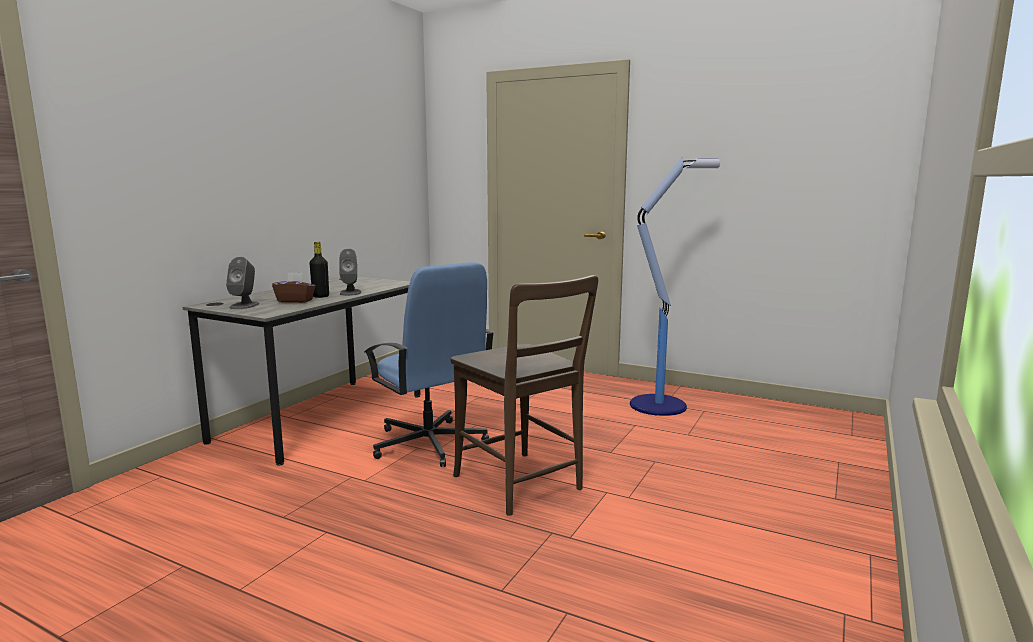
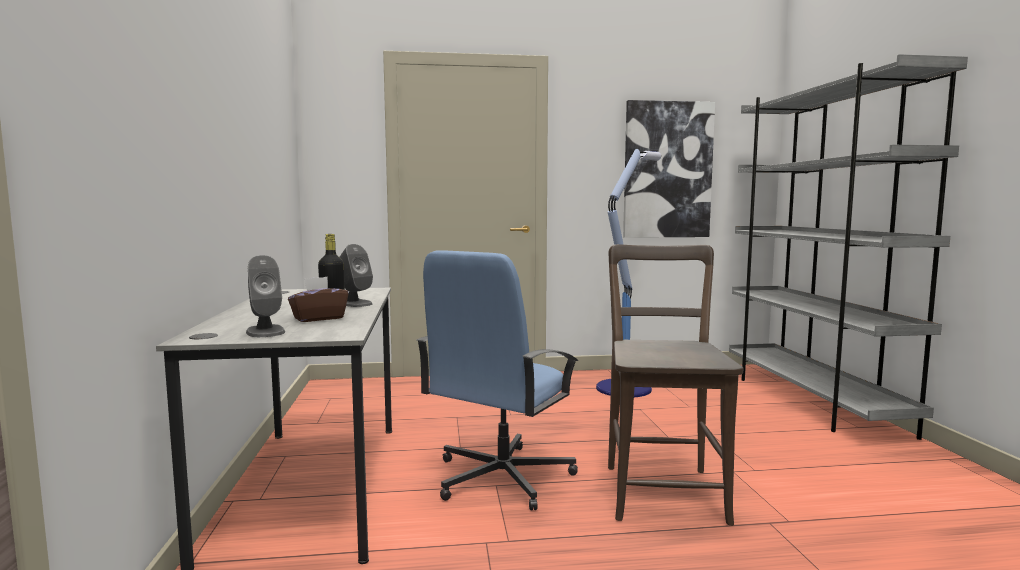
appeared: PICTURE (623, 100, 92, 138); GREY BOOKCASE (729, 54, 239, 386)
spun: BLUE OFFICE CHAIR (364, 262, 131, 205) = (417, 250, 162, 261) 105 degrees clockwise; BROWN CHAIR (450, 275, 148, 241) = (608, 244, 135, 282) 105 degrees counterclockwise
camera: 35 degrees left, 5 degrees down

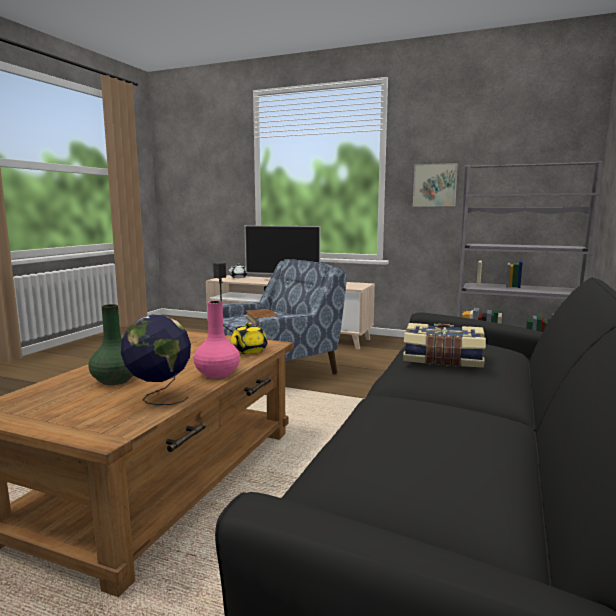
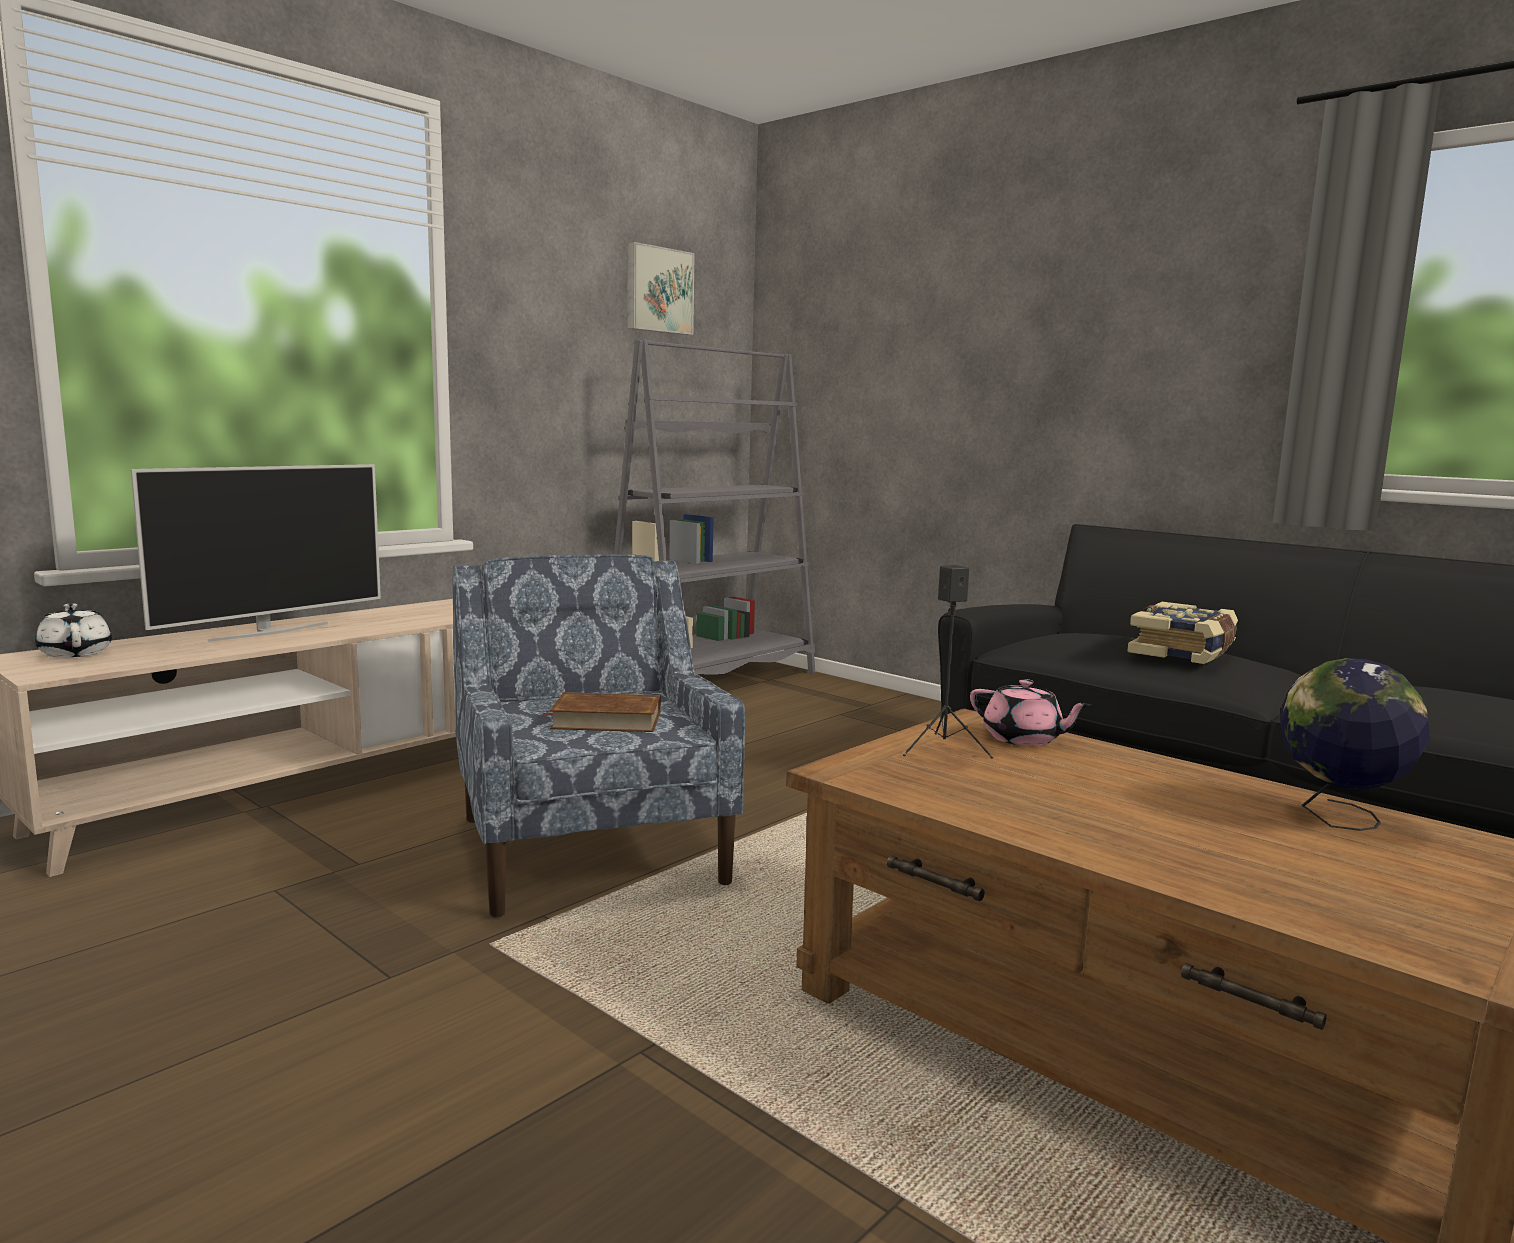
missing: GREEN VASE (88, 304, 46, 81); PINK VASE (194, 301, 46, 78)
relocated: PICTURE (413, 163, 45, 43) to (627, 242, 68, 93)
colour: YELLOW TEAPOT (230, 322, 37, 32) to PINK TEAPOT (970, 679, 121, 67)
camera: 70 degrees left, 0 degrees up

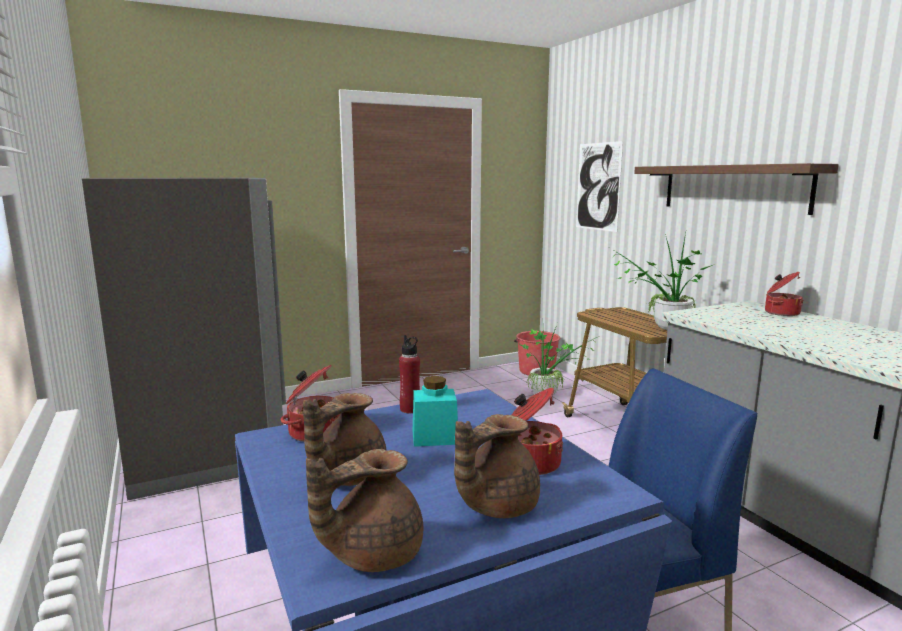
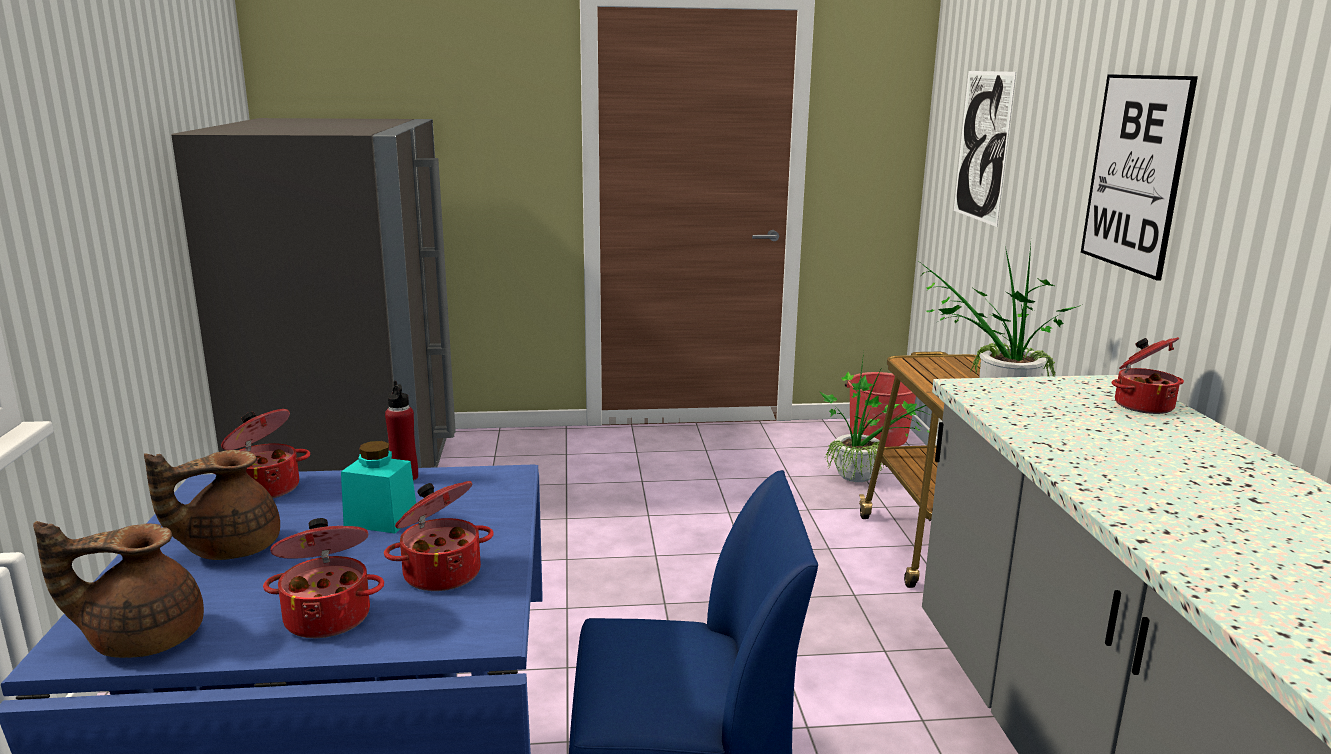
exchanged: BROWN TEAPOT (454, 414, 86, 104) to COOKING POT (263, 518, 121, 120); SHELF (634, 163, 205, 52) to PICTURE (1081, 74, 117, 207)
camera: 20 degrees right, 5 degrees up

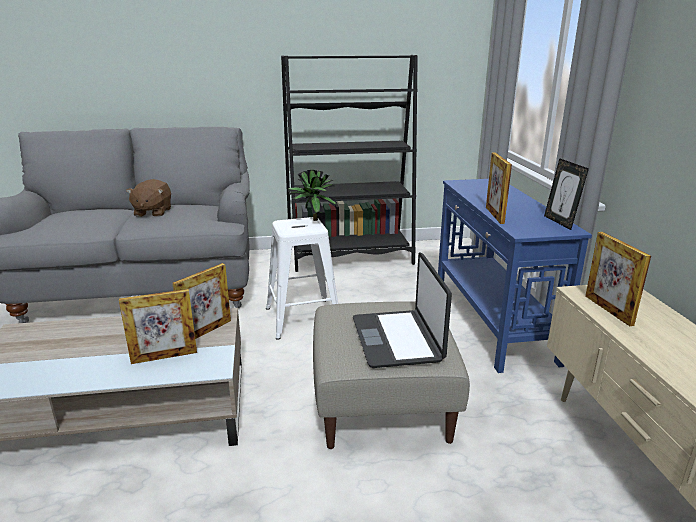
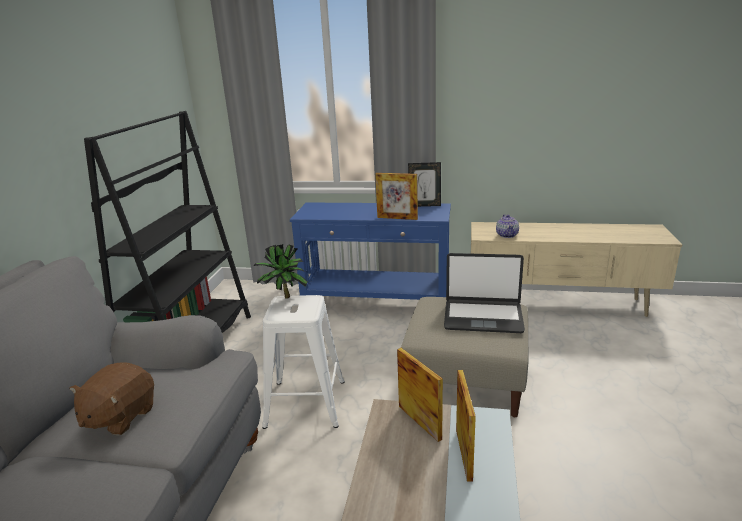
exchanged: PICTURE FRAME (585, 232, 66, 94) to TEAPOT (496, 214, 23, 24)
spun: BROWN PLUSH TOY (126, 179, 45, 38) = (69, 362, 85, 74) 90 degrees clockwise
camera: 70 degrees left, 0 degrees up

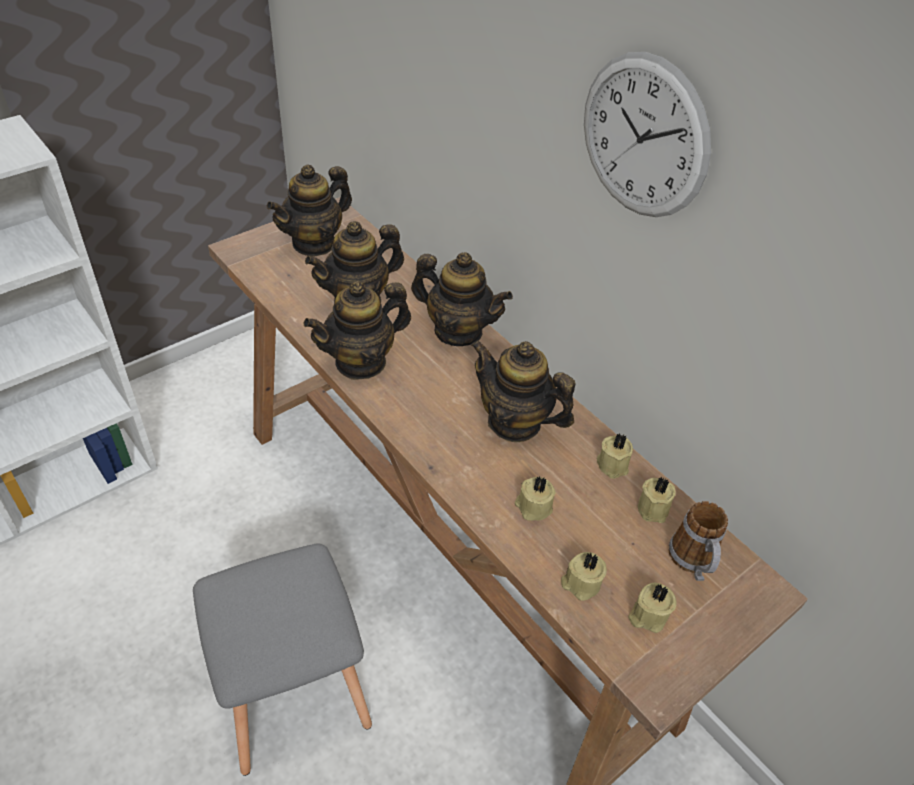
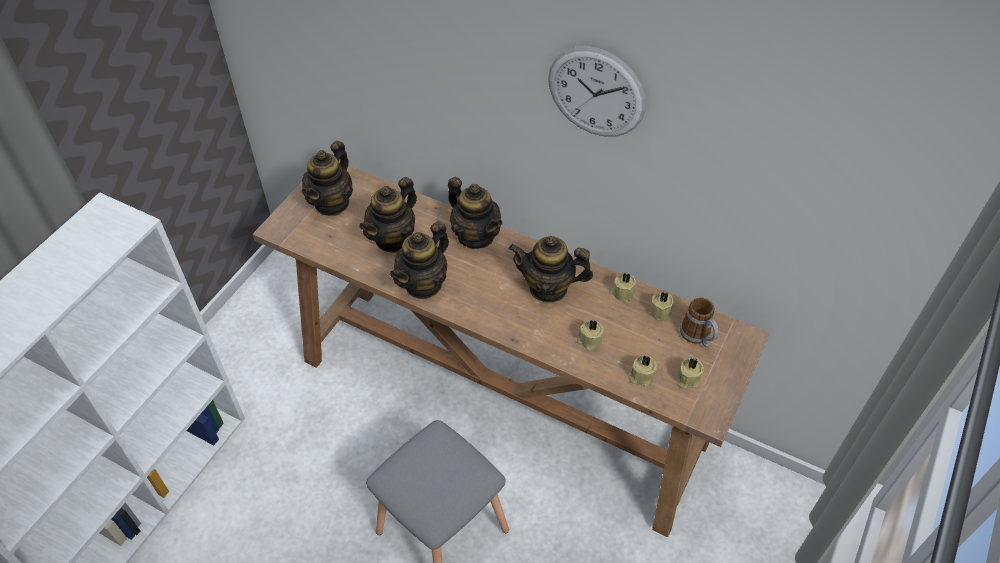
spun: TEAPOT (411, 252, 102, 94) = (448, 177, 55, 72) 45 degrees clockwise
camera: 20 degrees left, 5 degrees up

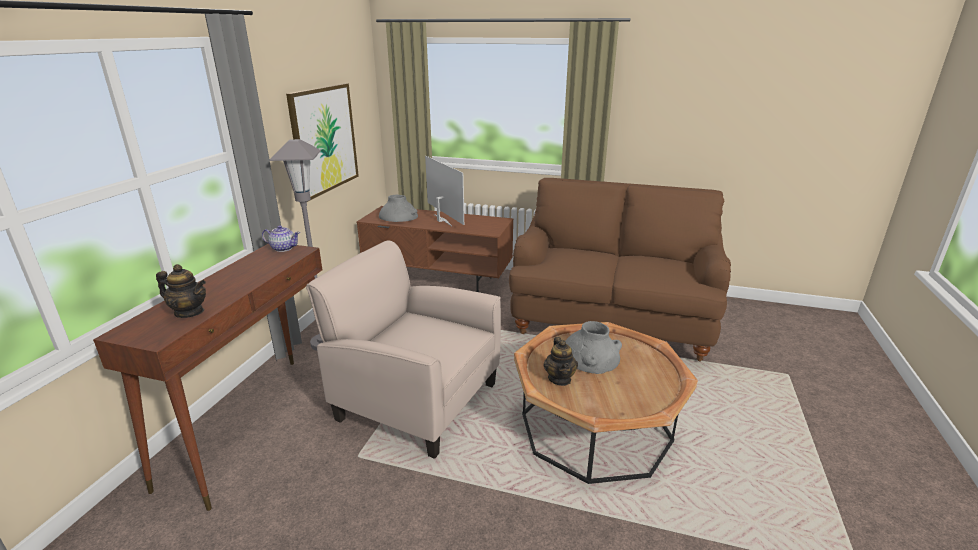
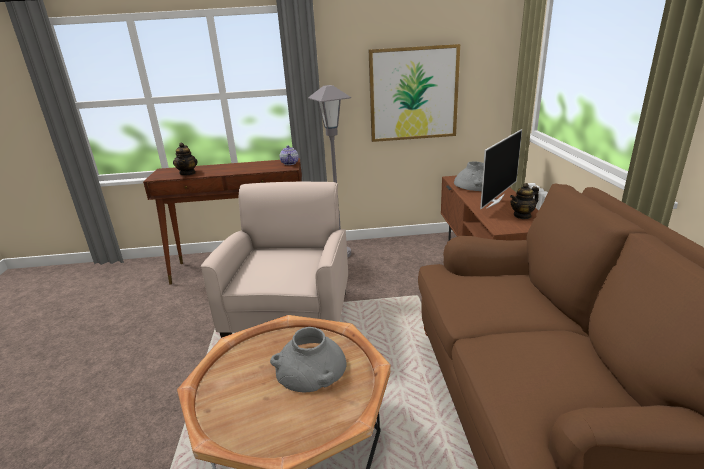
relocated: TEAPOT (543, 337, 35, 49) to (510, 183, 29, 36)
camera: 70 degrees right, 0 degrees up

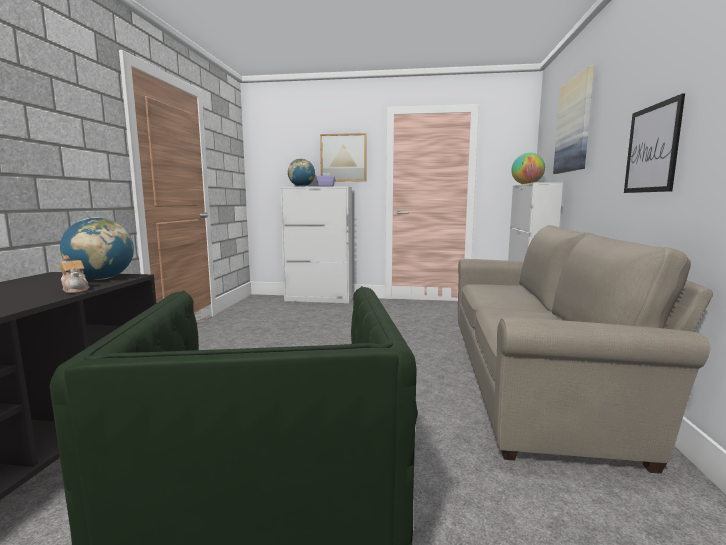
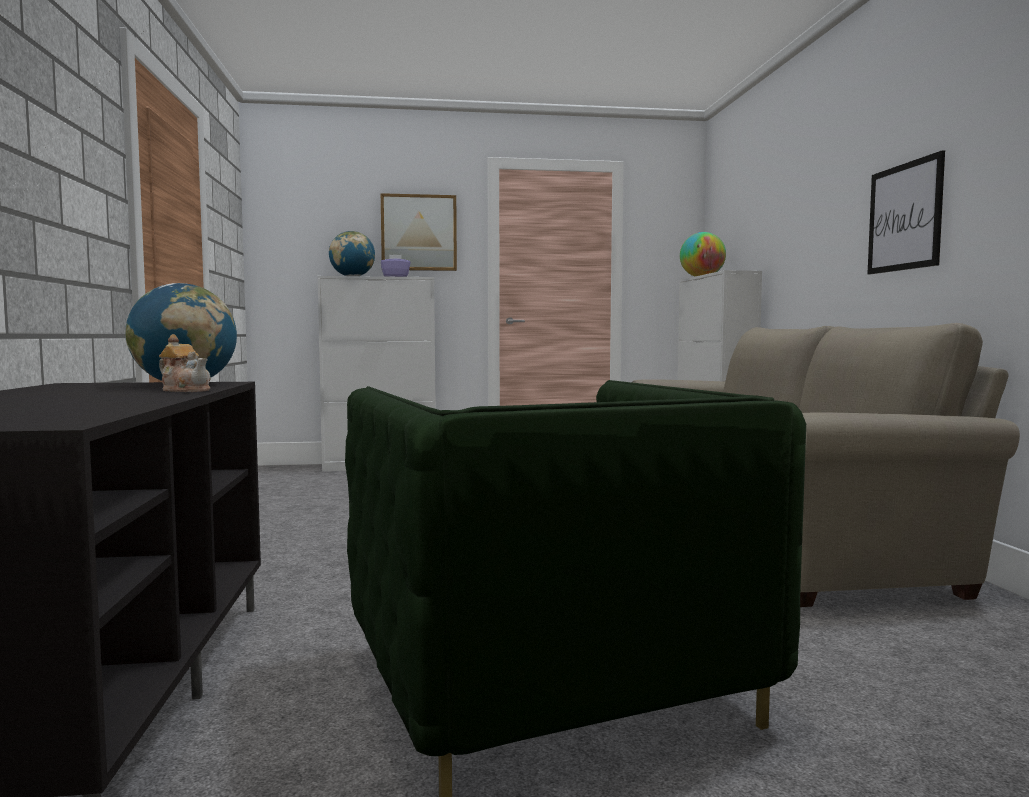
missing: PICTURE (553, 65, 41, 109)
camera: 15 degrees left, 5 degrees down

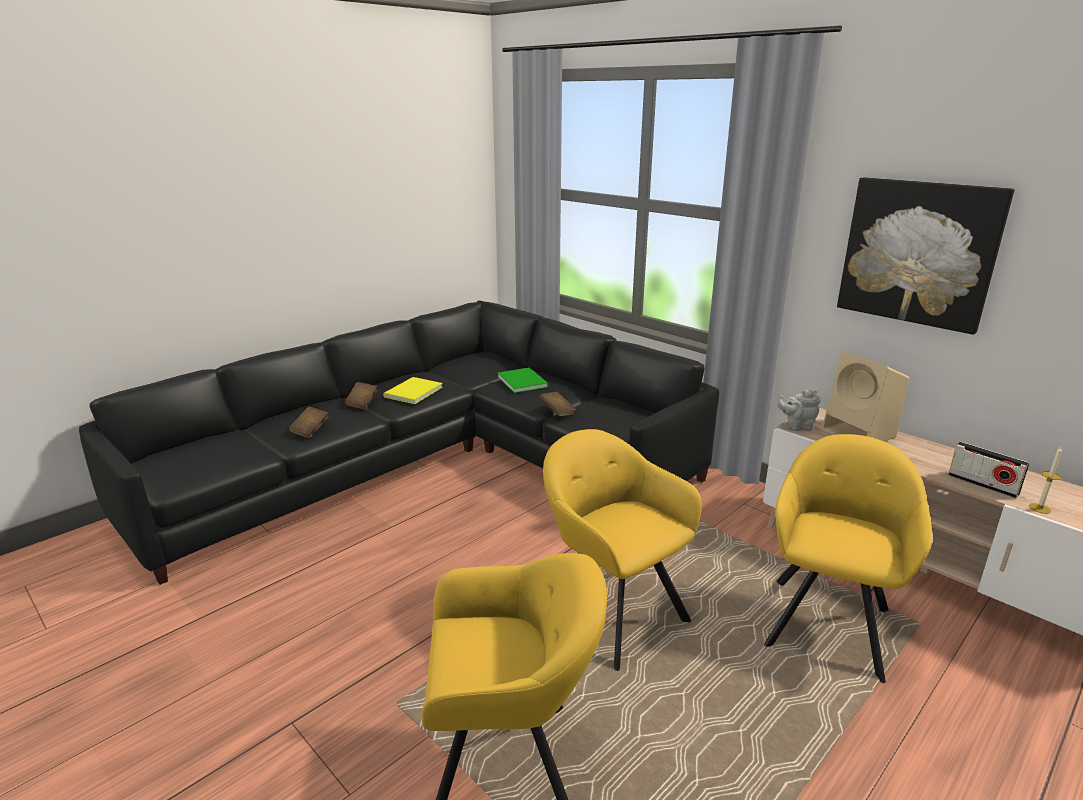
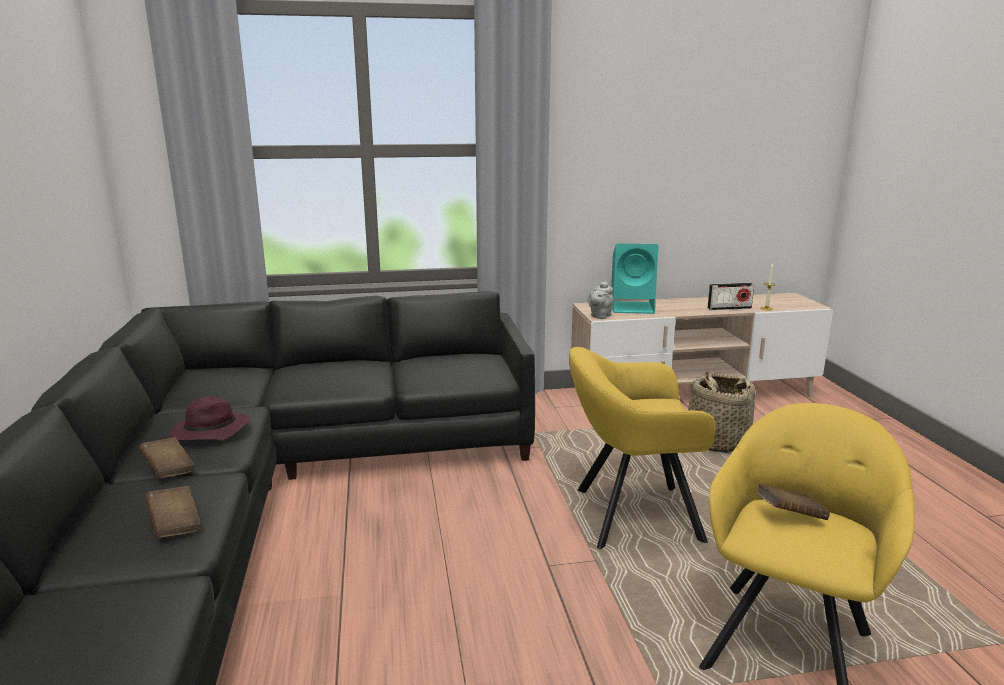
missing: GREEN BOOK (498, 368, 51, 25); PICTURE (837, 177, 177, 158)
relocated: BROWN BOOK (539, 392, 37, 24) to (756, 484, 74, 36)
exchanged: YELLOW BOOK (383, 377, 60, 27) to PURPLE HAT (170, 396, 80, 44); YELLOW ARMCHAIR (764, 434, 169, 249) to BASKET (684, 372, 72, 81)
colour: BEIGE SPEAKER (822, 352, 87, 90) to TURQUOISE SPEAKER (611, 244, 47, 70)
camera: 55 degrees left, 5 degrees down

